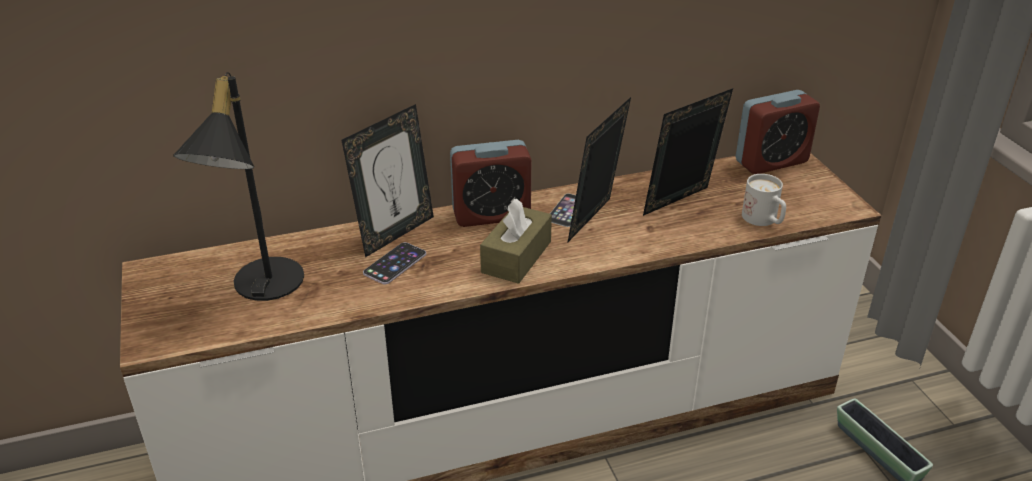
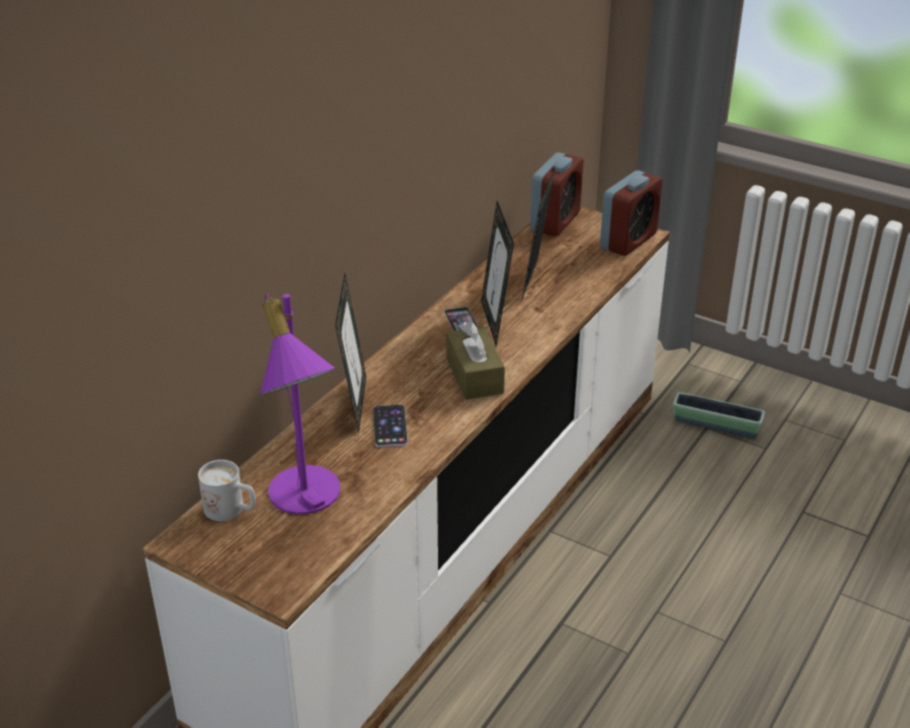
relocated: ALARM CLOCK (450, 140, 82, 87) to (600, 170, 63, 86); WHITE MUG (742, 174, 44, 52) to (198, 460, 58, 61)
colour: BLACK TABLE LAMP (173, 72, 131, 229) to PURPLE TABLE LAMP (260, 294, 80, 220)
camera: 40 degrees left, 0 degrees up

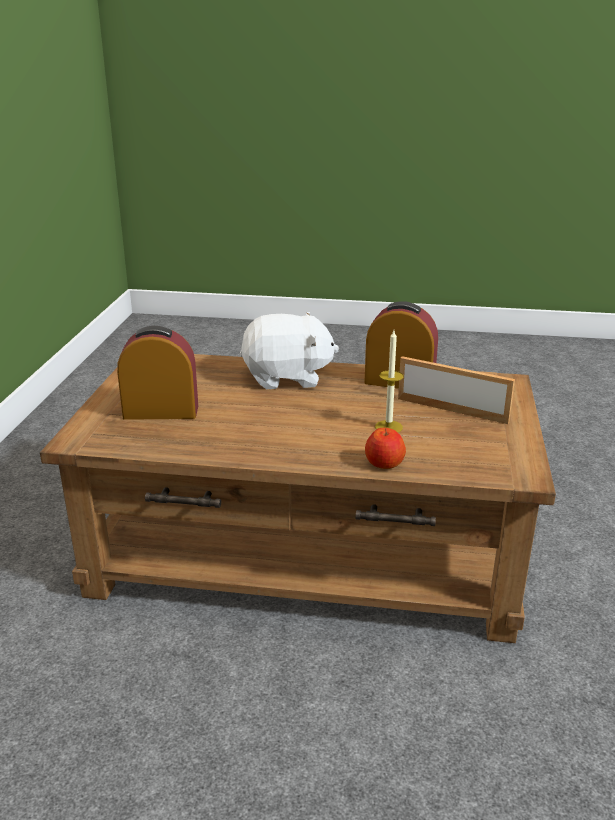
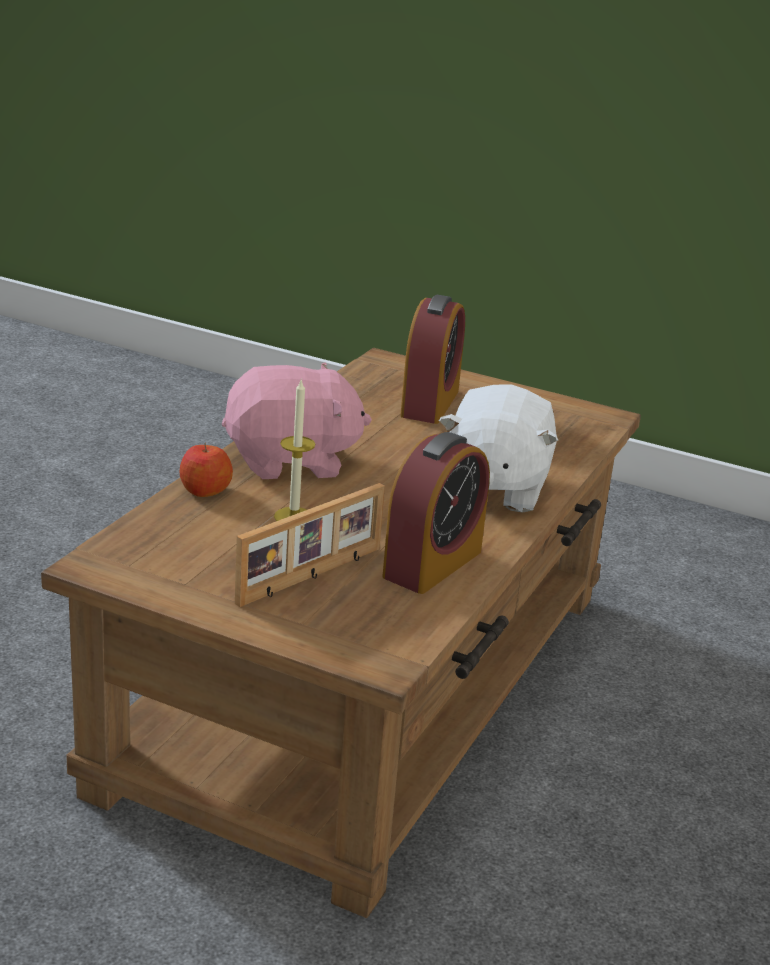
appeared: PINK PLUSH TOY (222, 362, 150, 117)
camera: 105 degrees right, 0 degrees up

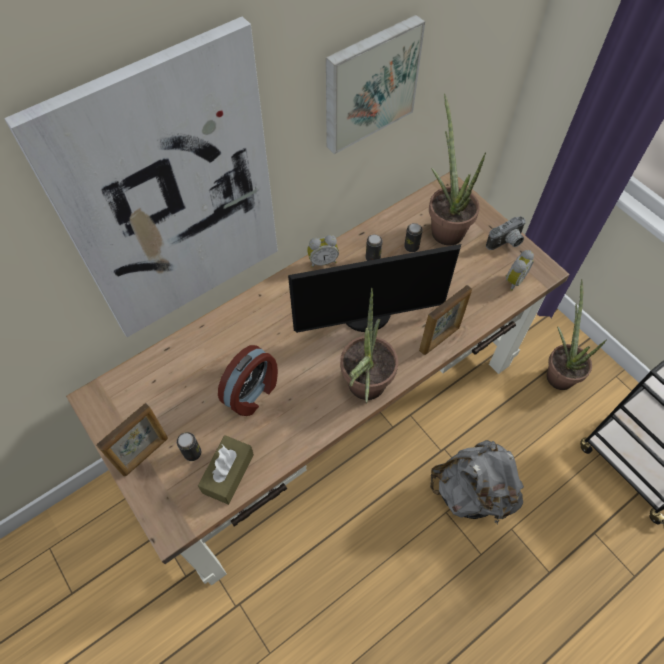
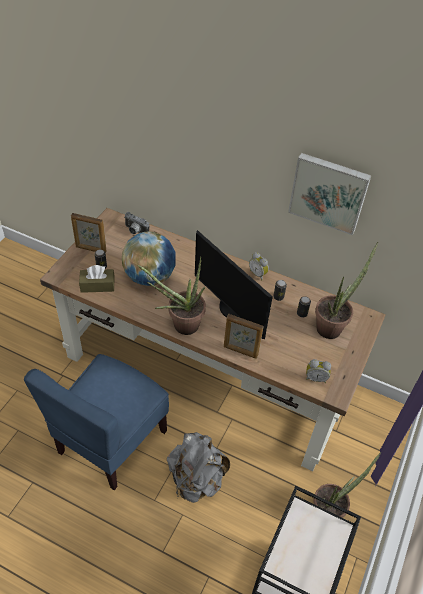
missing: PICTURE (4, 17, 274, 320)
appeared: BLUE CHAIR (24, 354, 145, 136)
relocated: PHOTO CAMERA (486, 216, 40, 34) to (124, 212, 25, 22)
exchanged: ALARM CLOCK (218, 345, 60, 71) to GLOBE (122, 231, 54, 55)
camera: 60 degrees right, 10 degrees down

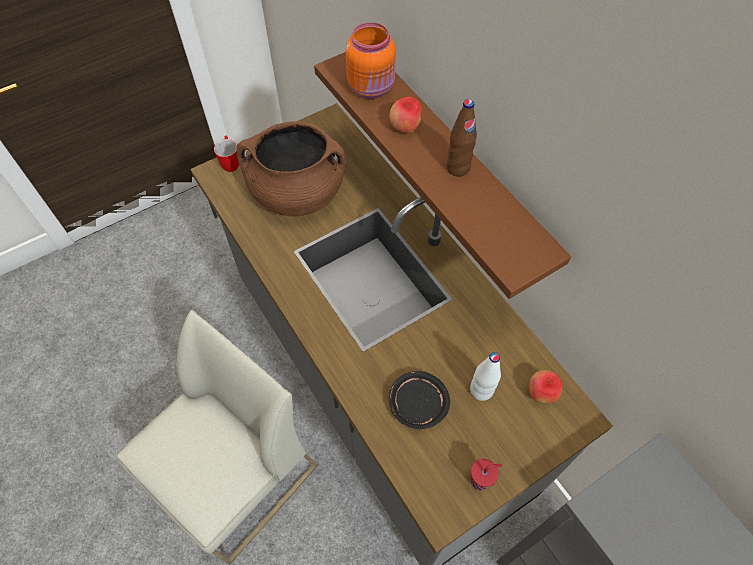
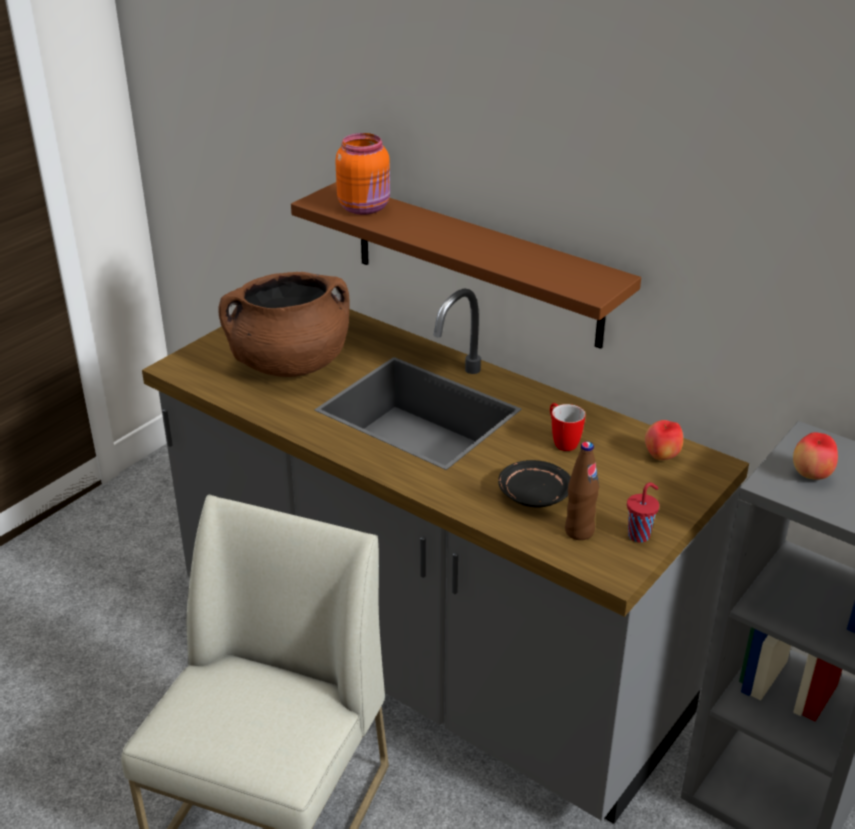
missing: WHITE BOTTLE (470, 352, 31, 49)
relocated: MUG (214, 136, 25, 36) to (550, 403, 35, 48); APPLE (389, 96, 33, 37) to (793, 432, 45, 48); BROWN BOTTLE (446, 99, 31, 78) to (565, 442, 34, 98)
camera: 20 degrees left, 25 degrees down

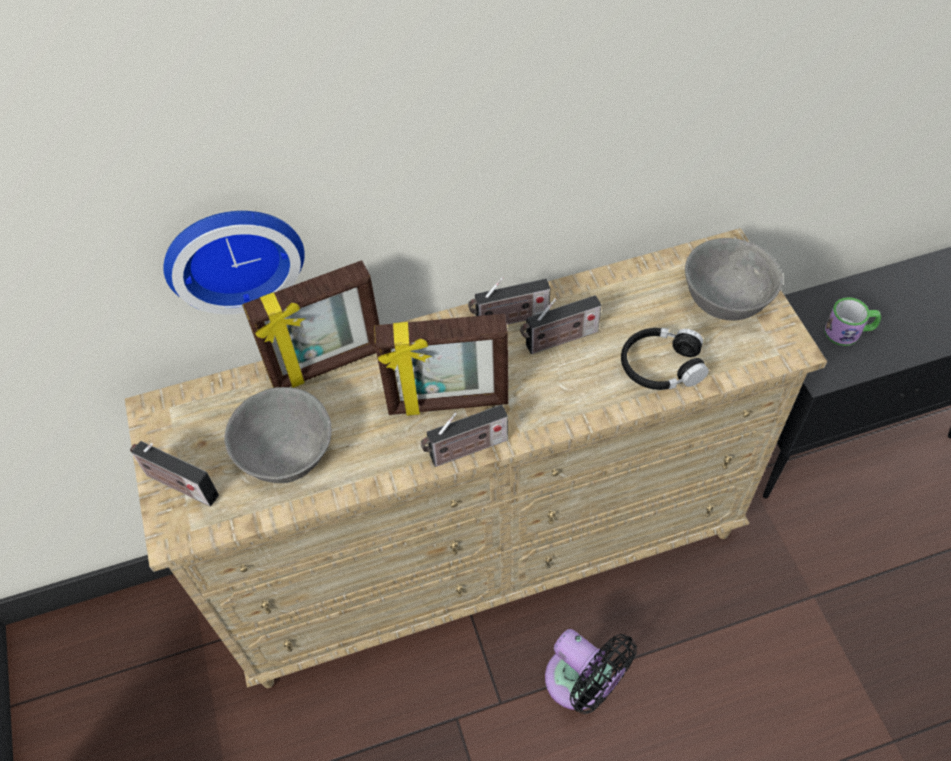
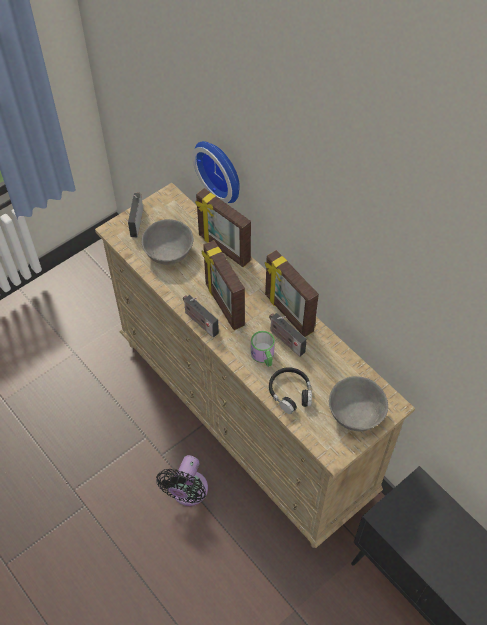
relocated: MUG (824, 297, 57, 49) to (251, 331, 24, 36)
exchanged: RADIO (468, 277, 82, 48) to PICTURE FRAME (265, 250, 54, 87)
camera: 65 degrees right, 0 degrees up

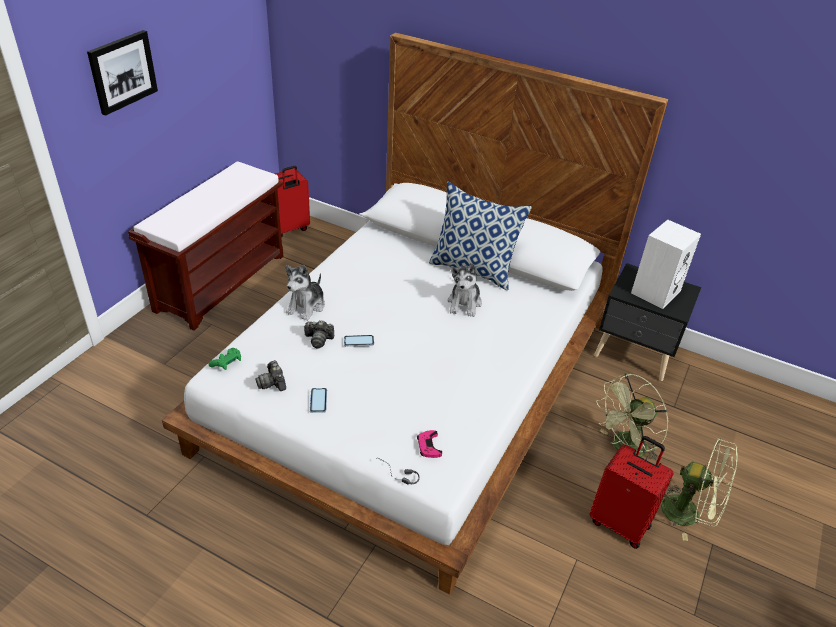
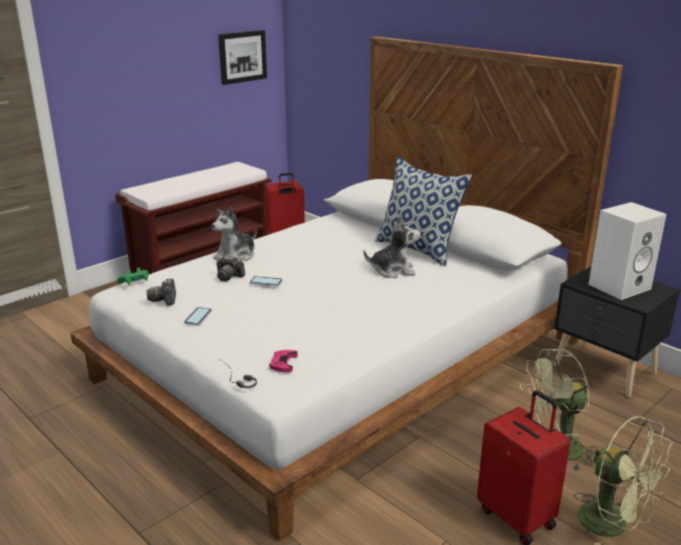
relocated: PICTURE (87, 30, 71, 86) to (218, 30, 49, 55)
spun: PLUSH TOY (448, 263, 34, 54) = (364, 215, 57, 63) 120 degrees counterclockwise
camera: 20 degrees right, 15 degrees down

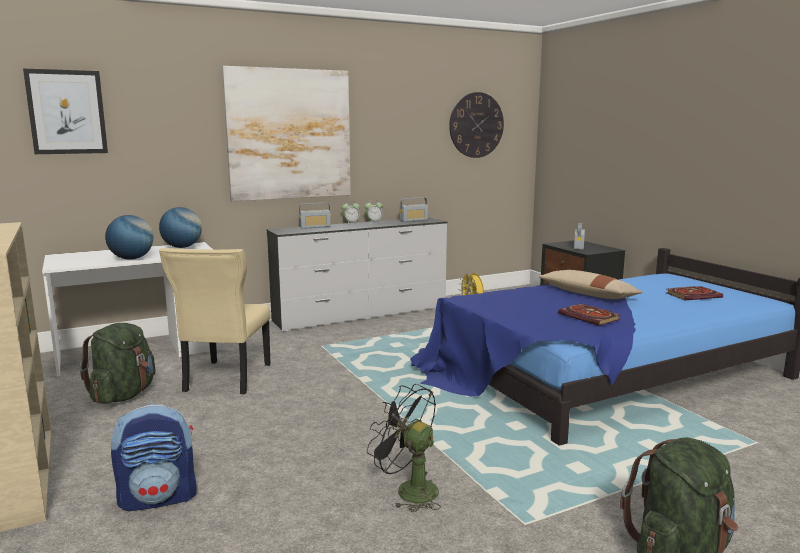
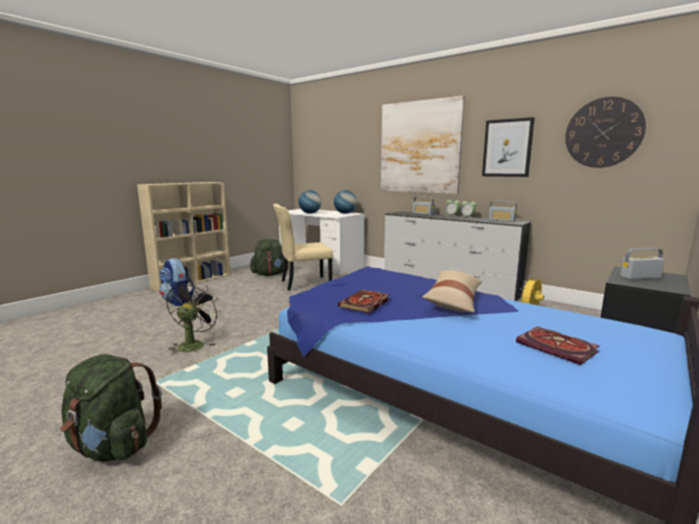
relocated: PICTURE (23, 69, 85, 85) to (482, 117, 53, 60)
camera: 65 degrees right, 0 degrees up

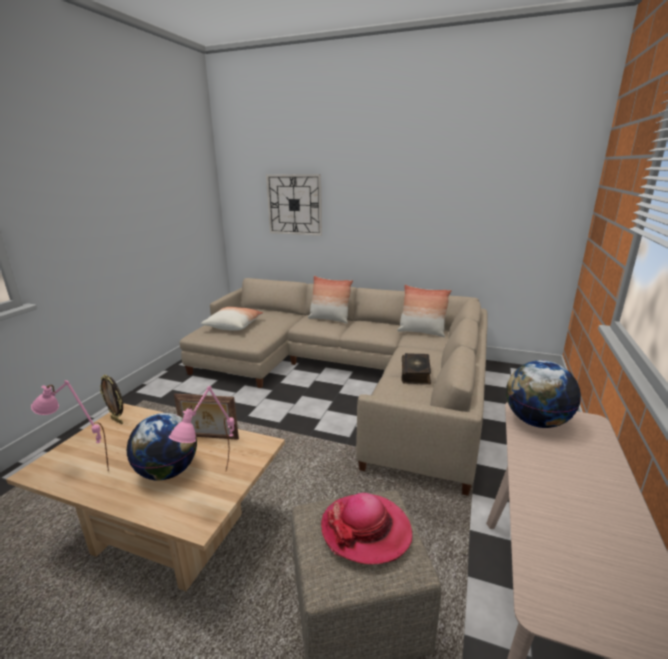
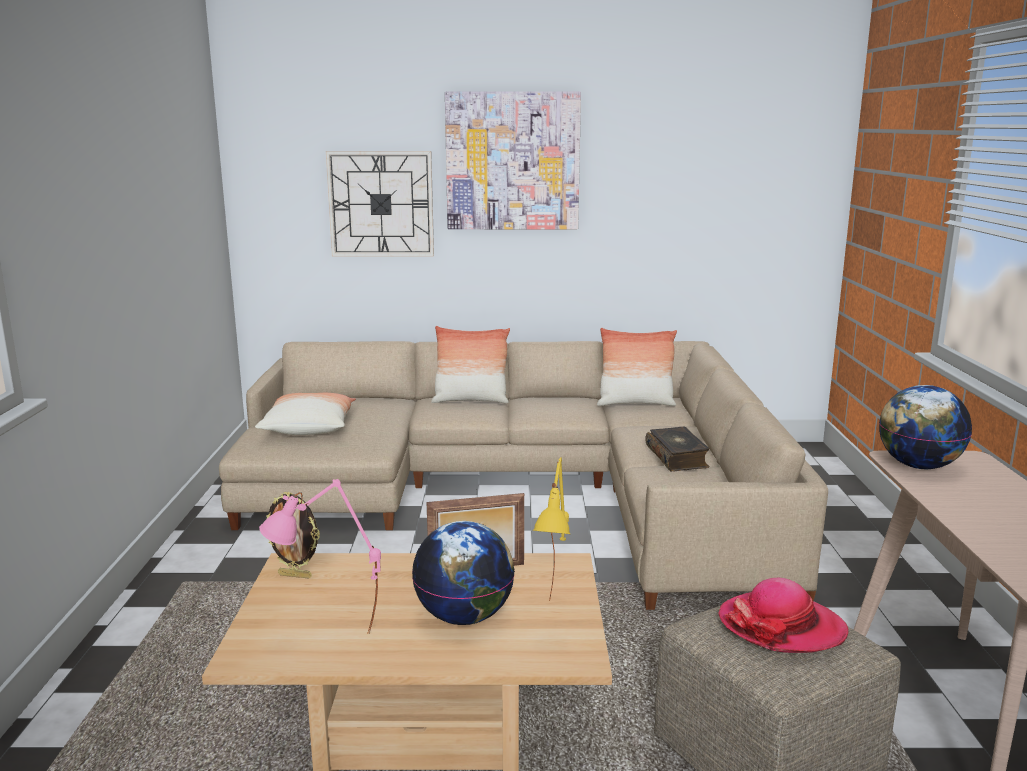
appeared: PICTURE (445, 91, 136, 138)
colour: PINK TABLE LAMP (169, 386, 65, 85) to YELLOW TABLE LAMP (533, 457, 37, 144)
camera: 20 degrees left, 5 degrees down

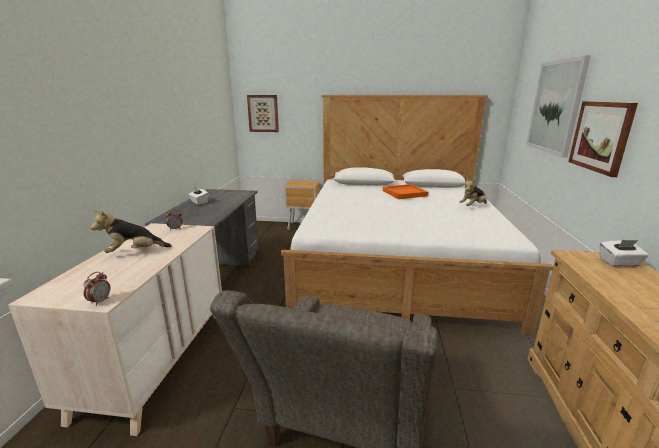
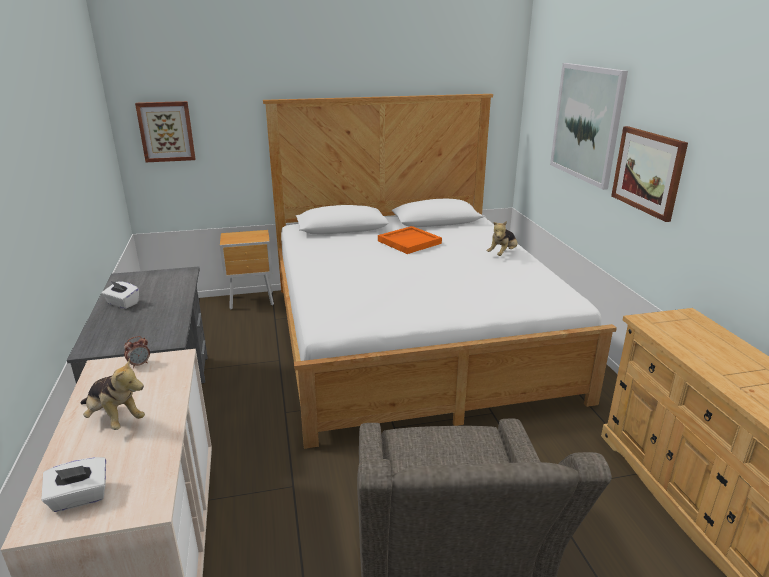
missing: ALARM CLOCK (84, 272, 26, 34)
relocated: WHITE TISSUE BOX (600, 240, 49, 27) to (41, 457, 65, 55)
spun: PLUSH TOY (91, 210, 81, 43) = (80, 358, 65, 72) 105 degrees counterclockwise
camera: 20 degrees left, 5 degrees up

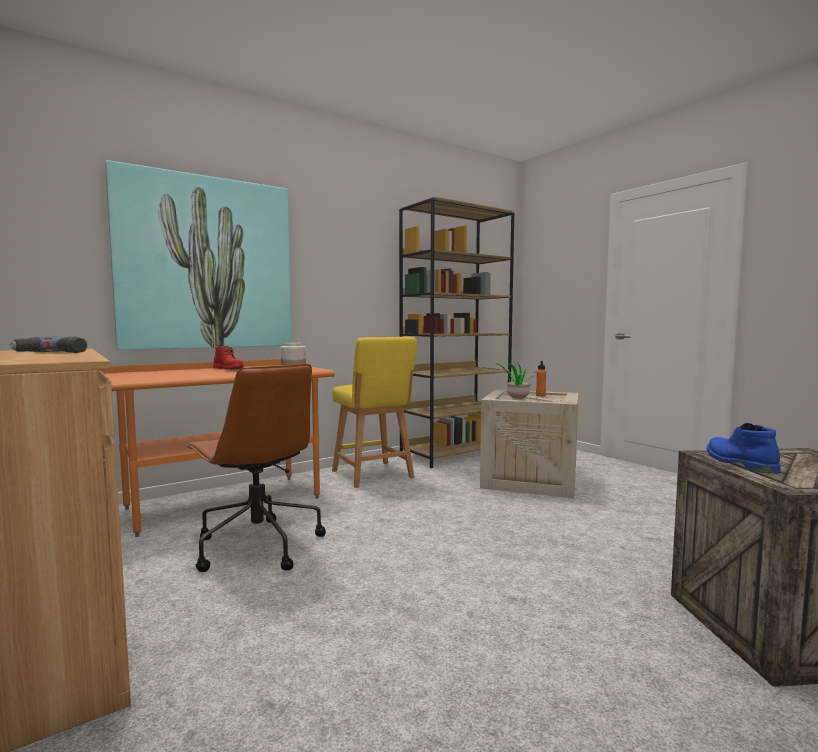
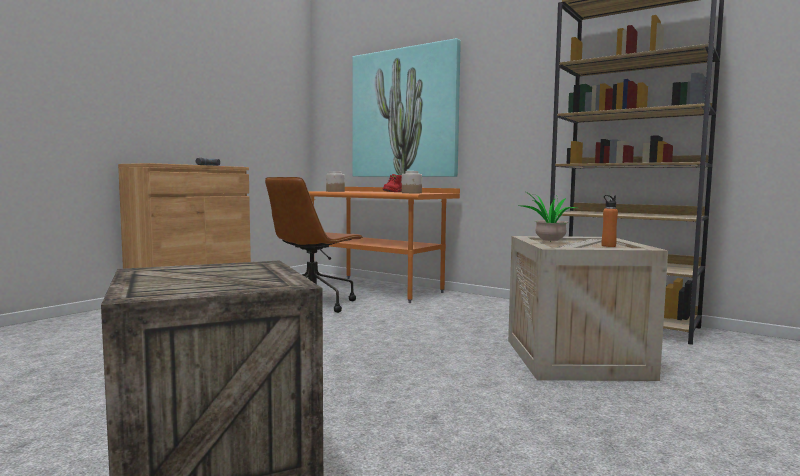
missing: YELLOW STOOL (332, 337, 85, 151); BLUE BOOT (707, 423, 74, 51)
appeared: JAR (326, 171, 19, 21)
camera: 70 degrees right, 0 degrees up

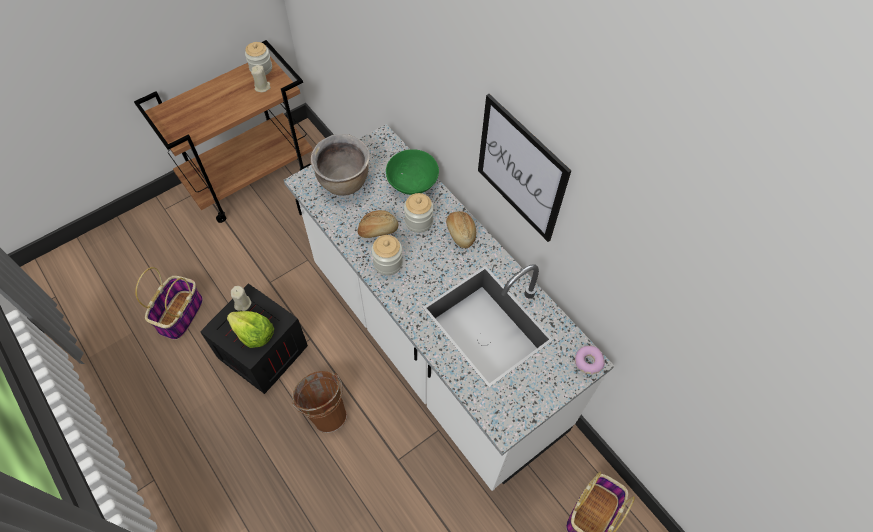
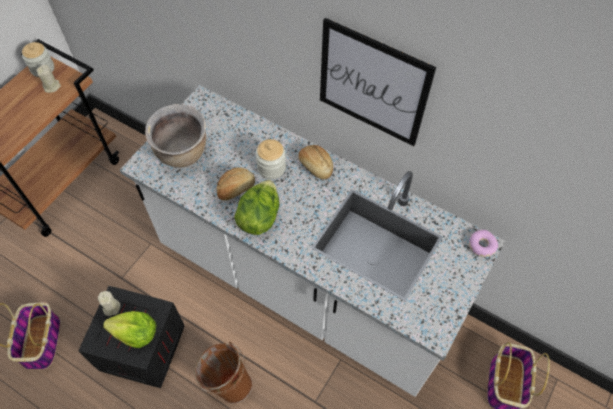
missing: GREEN BOWL (386, 149, 53, 46)
exchanged: JAR (372, 235, 31, 40) to LETTUCE (234, 180, 45, 55)
camera: 20 degrees left, 0 degrees up

